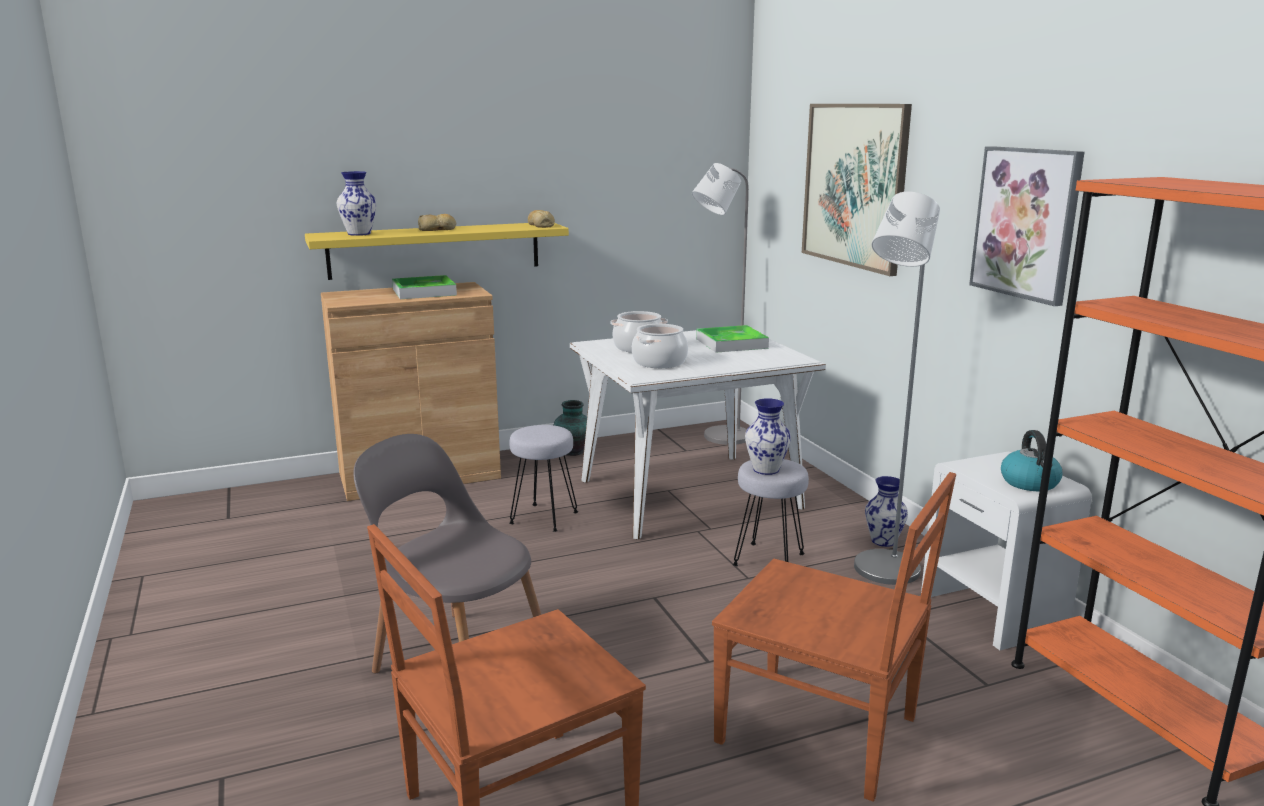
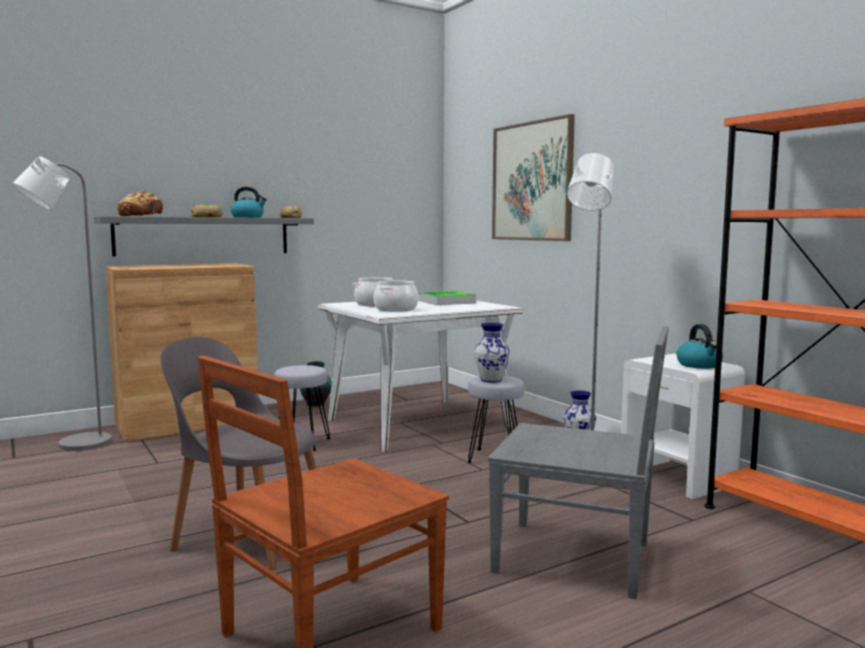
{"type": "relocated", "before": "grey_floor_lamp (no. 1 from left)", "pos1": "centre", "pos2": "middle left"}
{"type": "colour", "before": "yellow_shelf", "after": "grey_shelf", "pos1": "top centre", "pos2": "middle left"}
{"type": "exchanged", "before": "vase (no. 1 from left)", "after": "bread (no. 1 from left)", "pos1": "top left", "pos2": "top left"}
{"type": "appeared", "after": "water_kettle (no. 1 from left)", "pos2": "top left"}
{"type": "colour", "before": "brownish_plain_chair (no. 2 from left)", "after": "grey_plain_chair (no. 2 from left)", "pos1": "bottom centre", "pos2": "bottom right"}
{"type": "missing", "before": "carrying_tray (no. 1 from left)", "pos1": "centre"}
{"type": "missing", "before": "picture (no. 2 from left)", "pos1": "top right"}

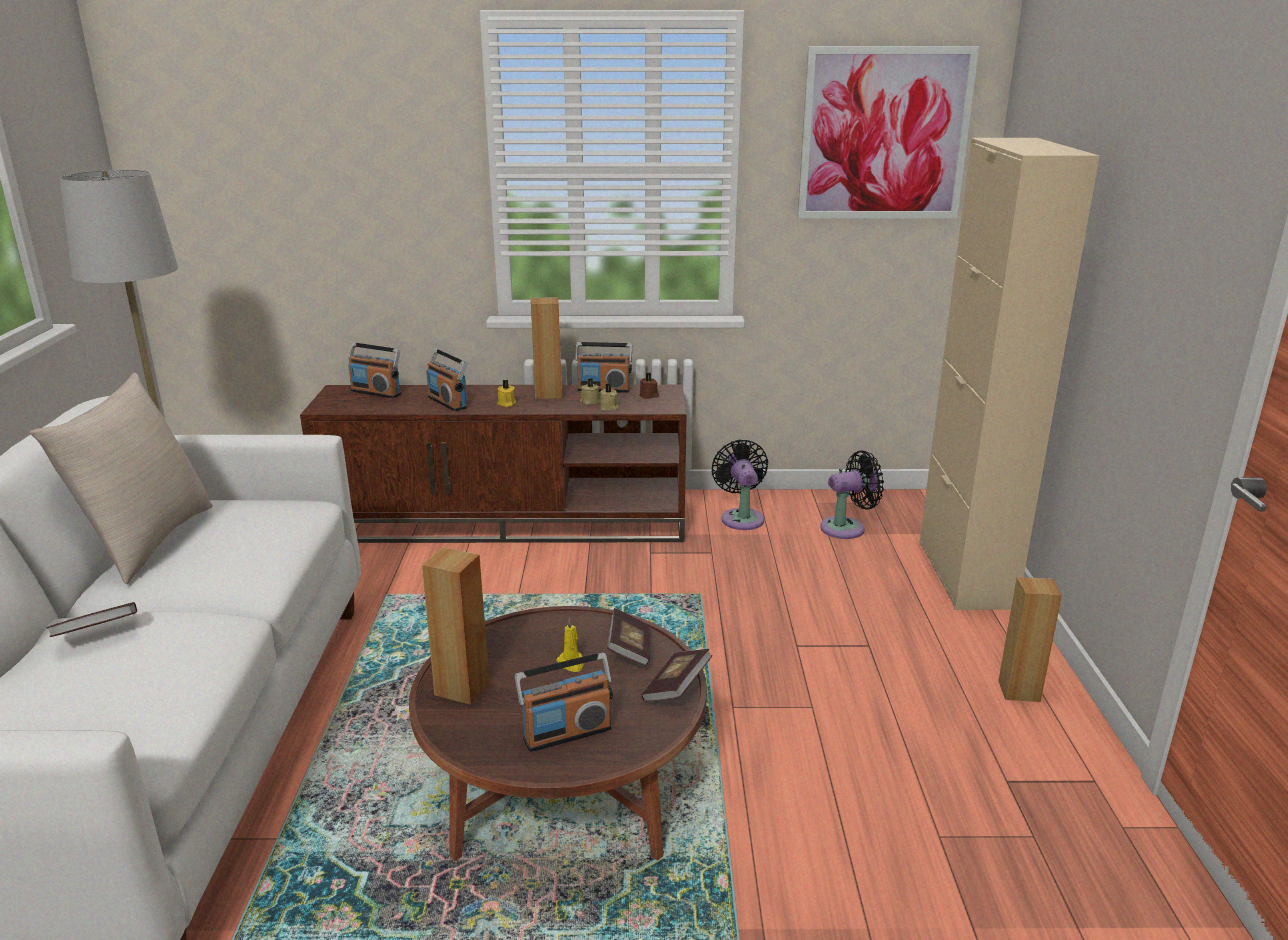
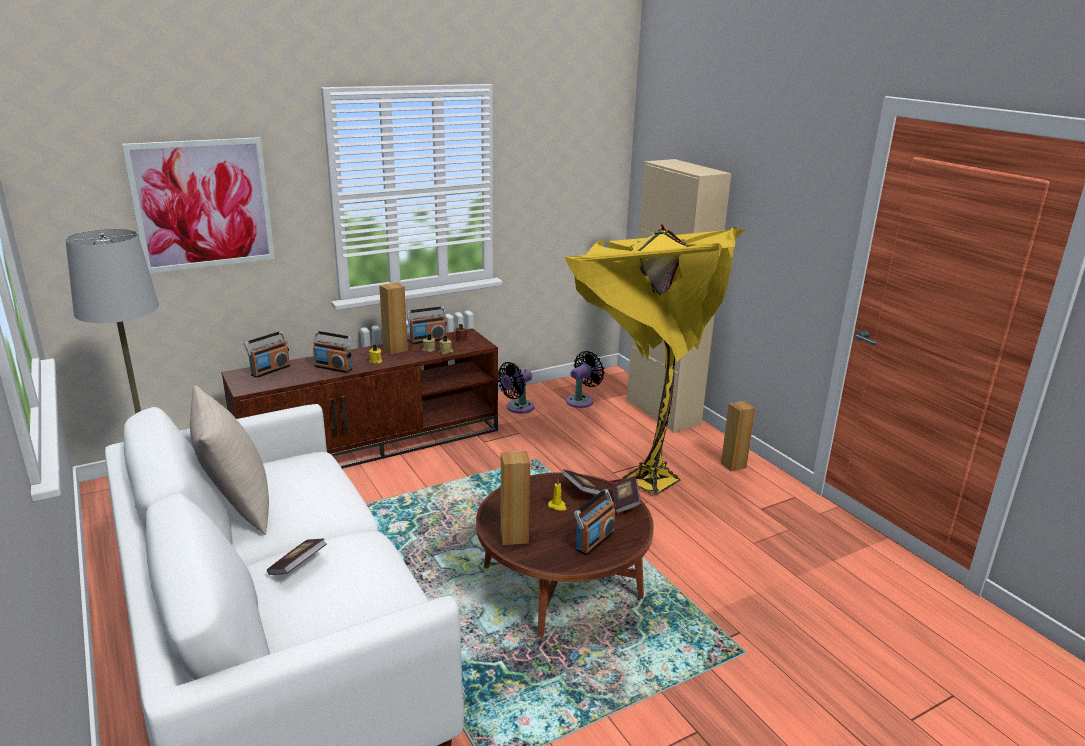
{"type": "relocated", "before": "picture", "pos1": "top right", "pos2": "top left"}
{"type": "spun", "before": "radio (no. 1 from left)", "pos1": "middle left", "pos2": "middle left", "turn": -45}
{"type": "spun", "before": "blackish_cooling_fan (no. 1 from left)", "pos1": "centre", "pos2": "centre", "turn": -90}
{"type": "appeared", "after": "yellow_floor_lamp", "pos2": "centre"}

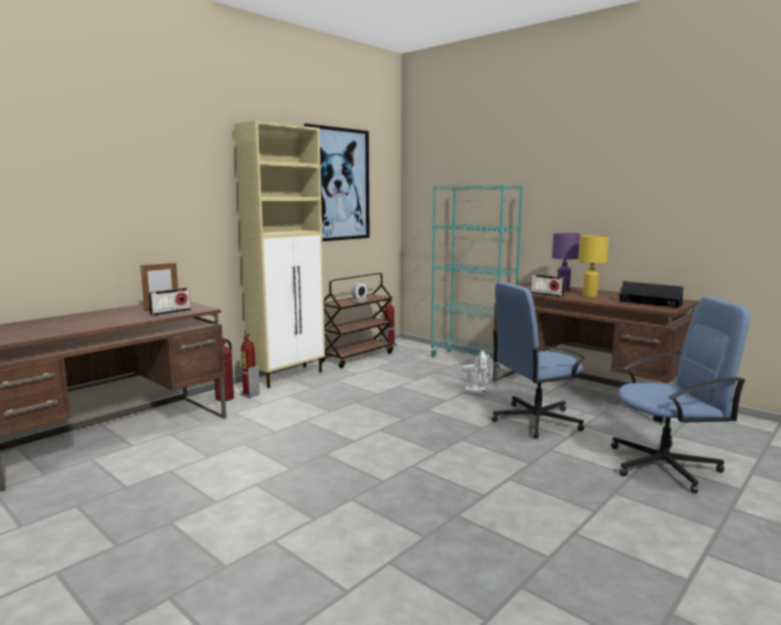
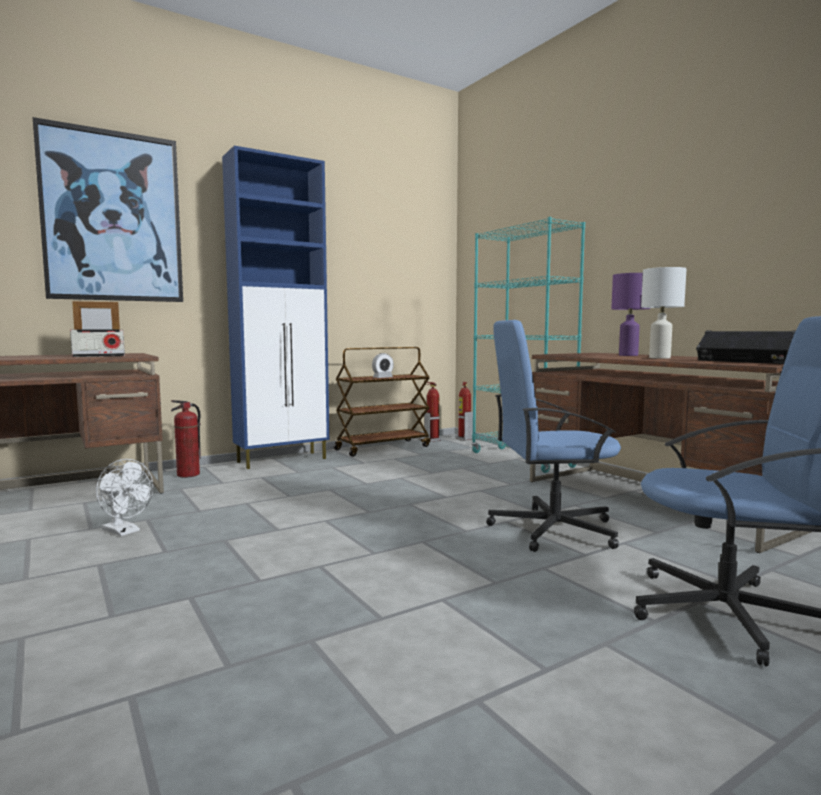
{"type": "relocated", "before": "picture", "pos1": "top centre", "pos2": "top left"}
{"type": "relocated", "before": "white-coloured_cooling_fan", "pos1": "centre", "pos2": "middle left"}
{"type": "colour", "before": "sand-coloured_cabinet", "after": "blue-coloured_cabinet", "pos1": "centre", "pos2": "centre"}
{"type": "relocated", "before": "fire_extinguisher (no. 2 from left in the first image)", "after": "fire_extinguisher (no. 3 from left)", "pos1": "middle left", "pos2": "centre"}
{"type": "colour", "before": "yellow_table_lamp", "after": "white-coloured_table_lamp", "pos1": "middle right", "pos2": "middle right"}
{"type": "missing", "before": "radio (no. 2 from left)", "pos1": "middle right"}

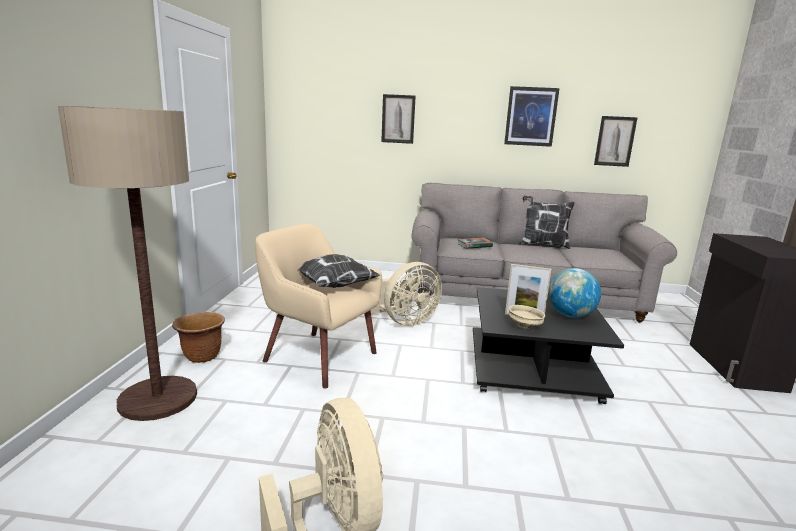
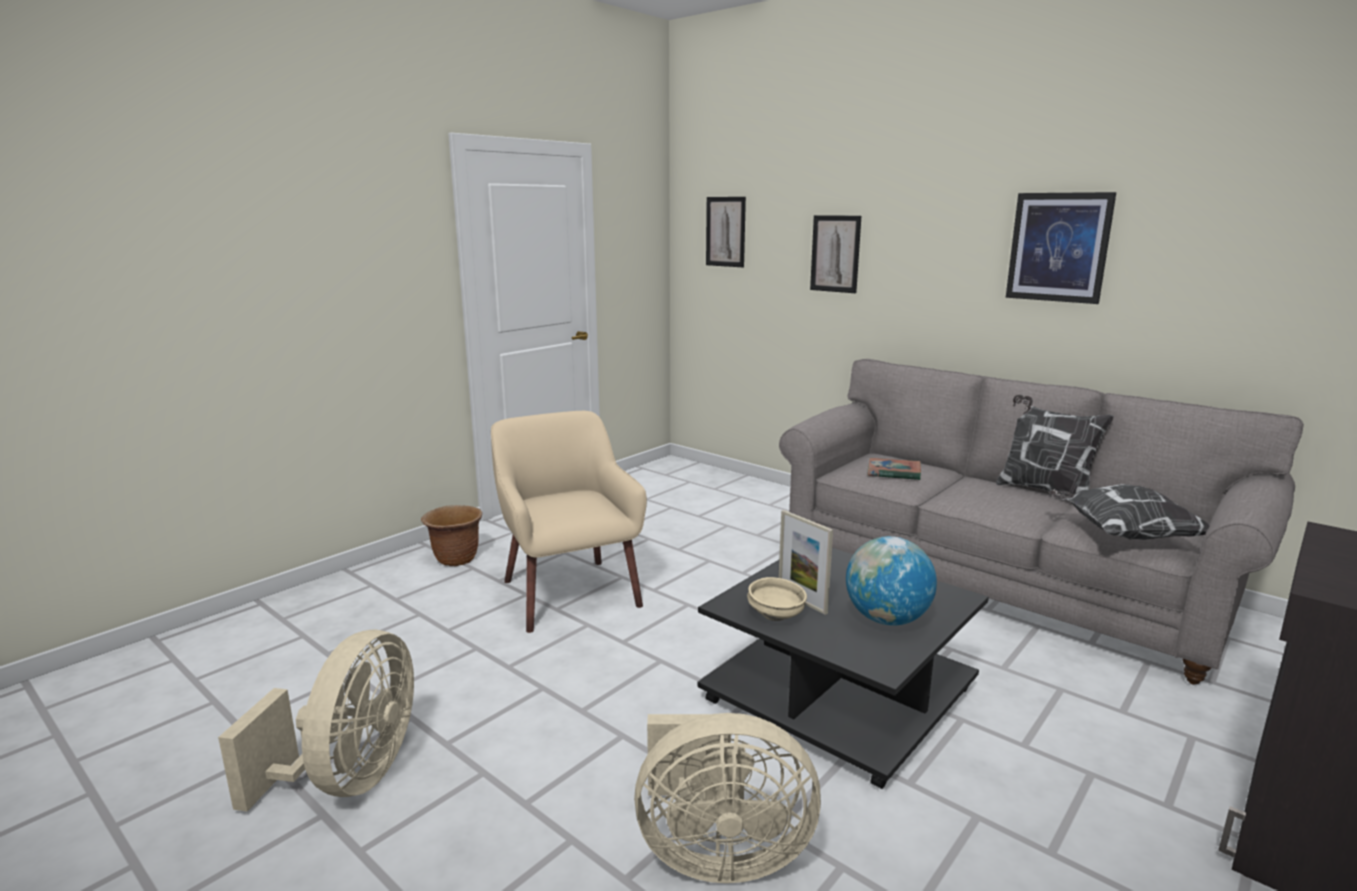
{"type": "relocated", "before": "sand-coloured_cooling_fan (no. 2 from left)", "pos1": "centre", "pos2": "bottom centre"}
{"type": "relocated", "before": "picture (no. 3 from left in the first image)", "after": "picture (no. 1 from left)", "pos1": "top right", "pos2": "top centre"}
{"type": "relocated", "before": "pillow (no. 1 from left in the first image)", "after": "pillow (no. 2 from left)", "pos1": "centre", "pos2": "middle right"}
{"type": "missing", "before": "floor_lamp", "pos1": "middle left"}

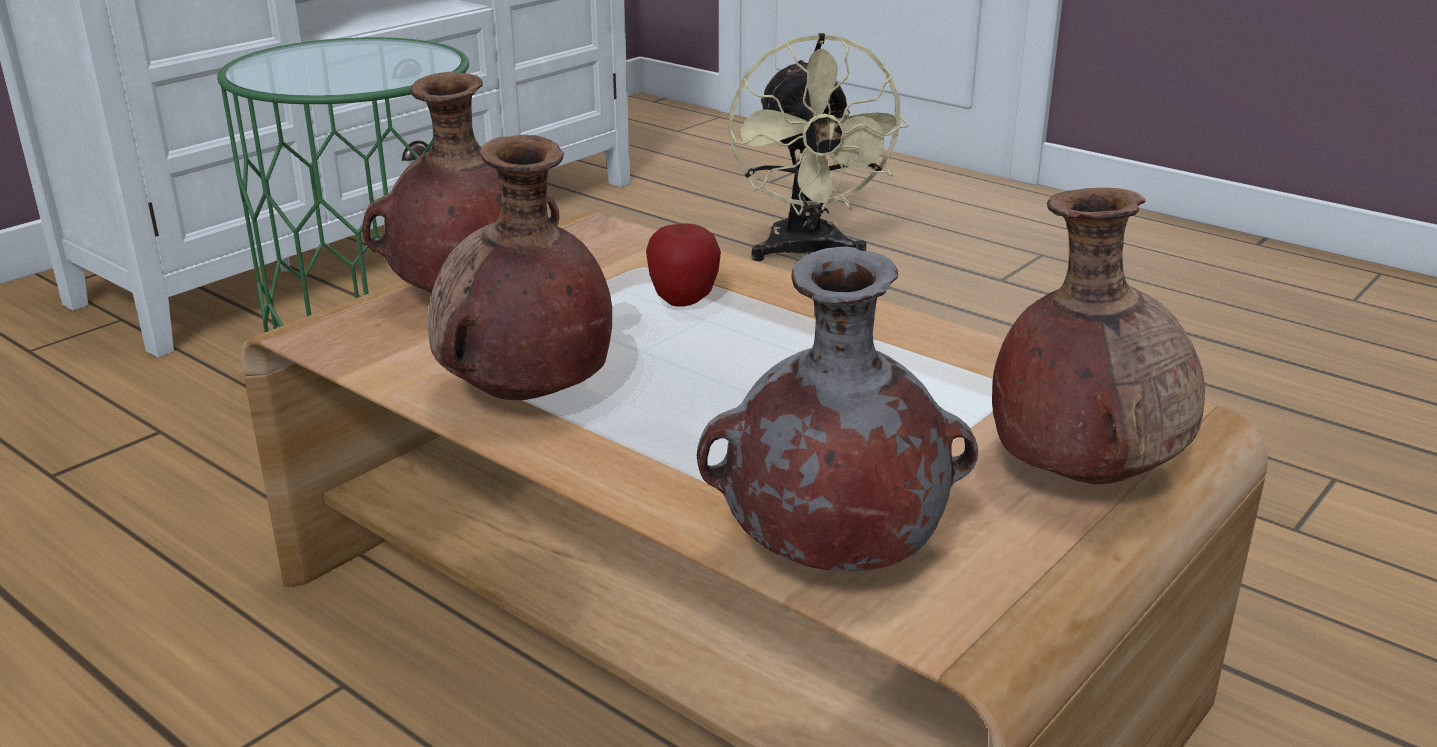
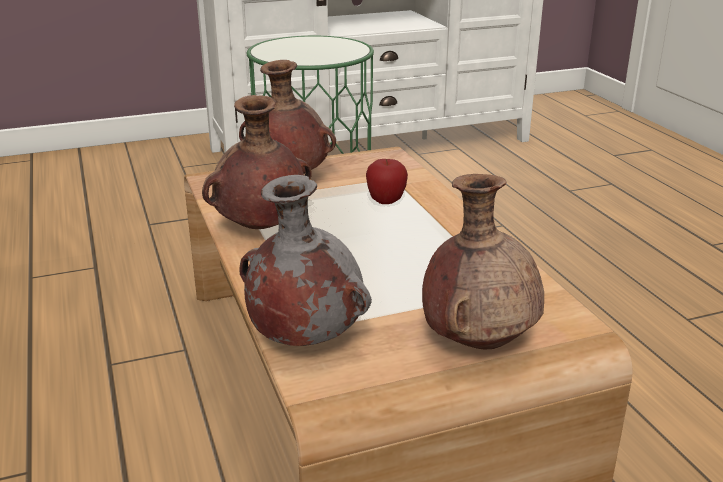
{"type": "missing", "before": "sand-coloured_cooling_fan", "pos1": "top centre"}

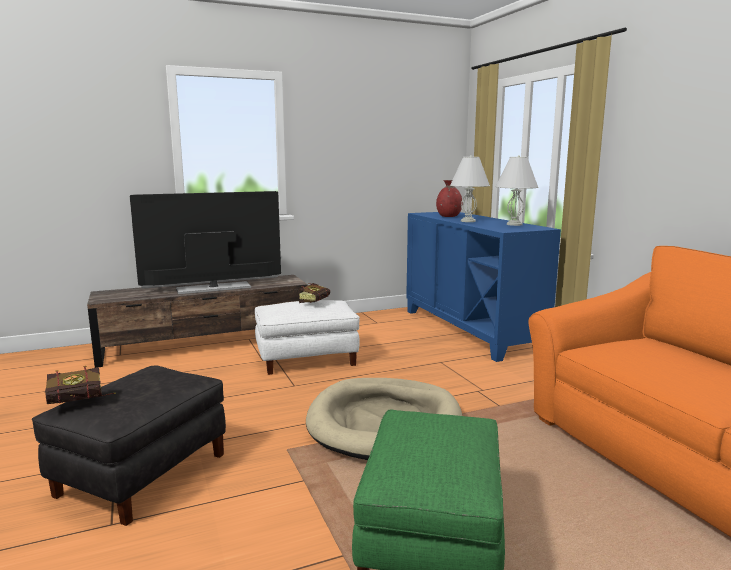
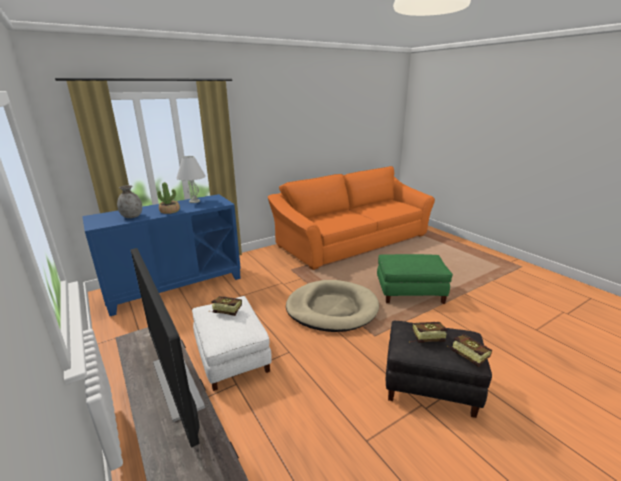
{"type": "colour", "before": "red_vase", "after": "grey_vase", "pos1": "centre", "pos2": "middle left"}
{"type": "exchanged", "before": "white-coloured_table_lamp (no. 1 from left)", "after": "houseplant", "pos1": "top centre", "pos2": "middle left"}
{"type": "appeared", "after": "book (no. 2 from left)", "pos2": "bottom right"}

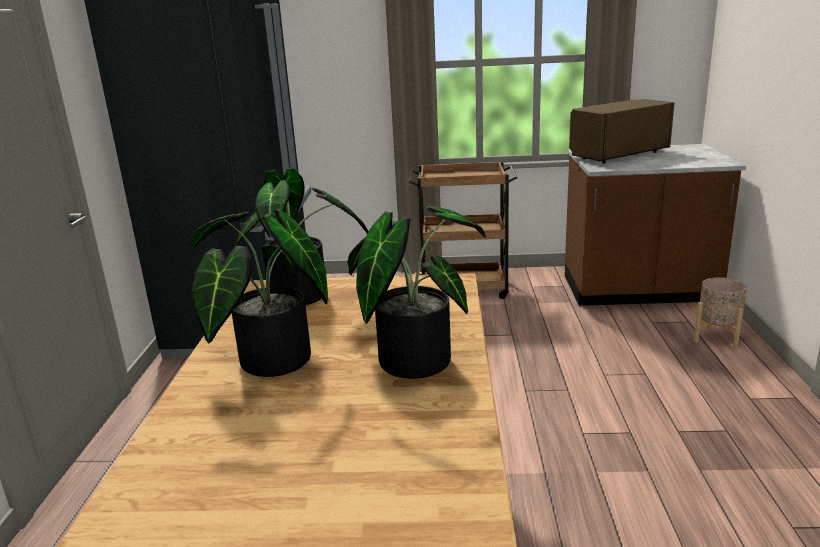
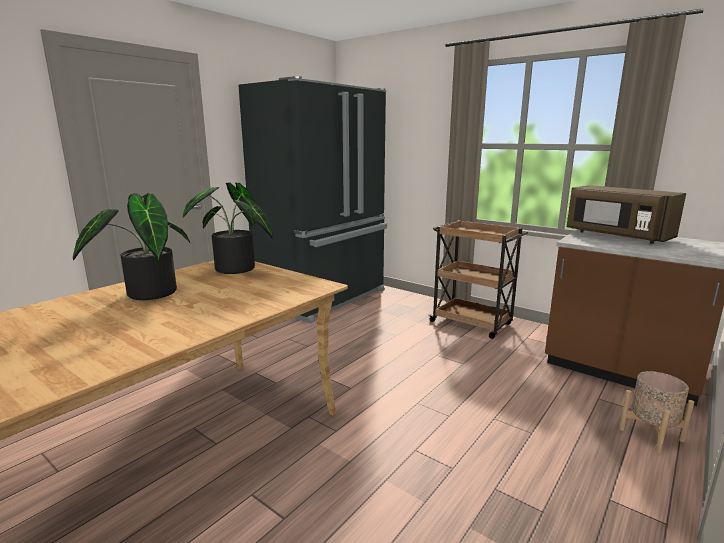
{"type": "spun", "before": "brownish_microwave_oven", "pos1": "top right", "pos2": "middle right", "turn": -135}
{"type": "missing", "before": "houseplant (no. 3 from left)", "pos1": "centre"}

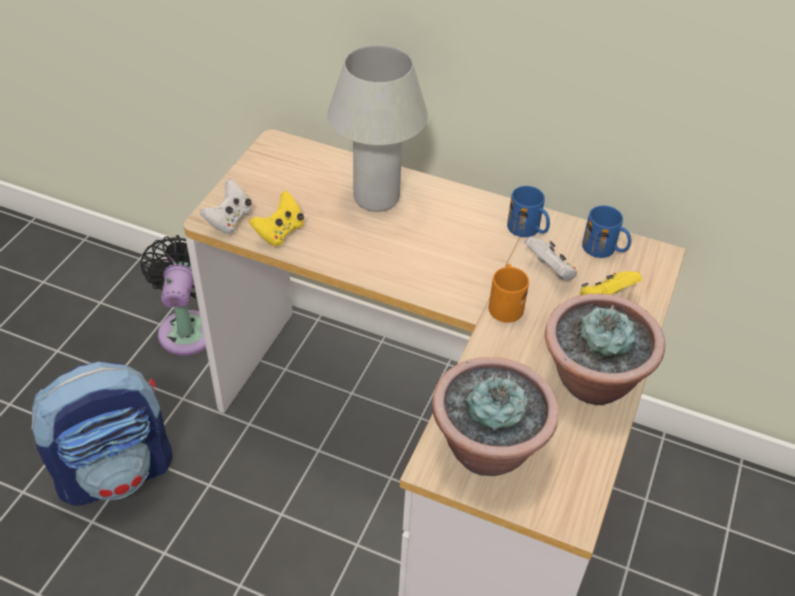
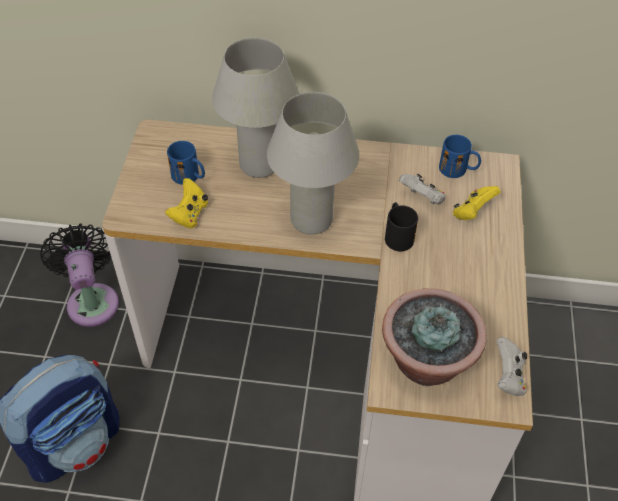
{"type": "relocated", "before": "blue-coloured_tea_mug (no. 1 from left)", "pos1": "centre", "pos2": "top left"}
{"type": "appeared", "after": "white-coloured_table_lamp (no. 2 from left)", "pos2": "top centre"}
{"type": "colour", "before": "orangey_tea_mug", "after": "blackish_tea_mug", "pos1": "centre", "pos2": "centre"}
{"type": "relocated", "before": "white-coloured_game_controller (no. 1 from left in the first image)", "after": "white-coloured_game_controller (no. 2 from left)", "pos1": "middle left", "pos2": "bottom right"}
{"type": "missing", "before": "houseplant (no. 2 from left)", "pos1": "middle right"}

